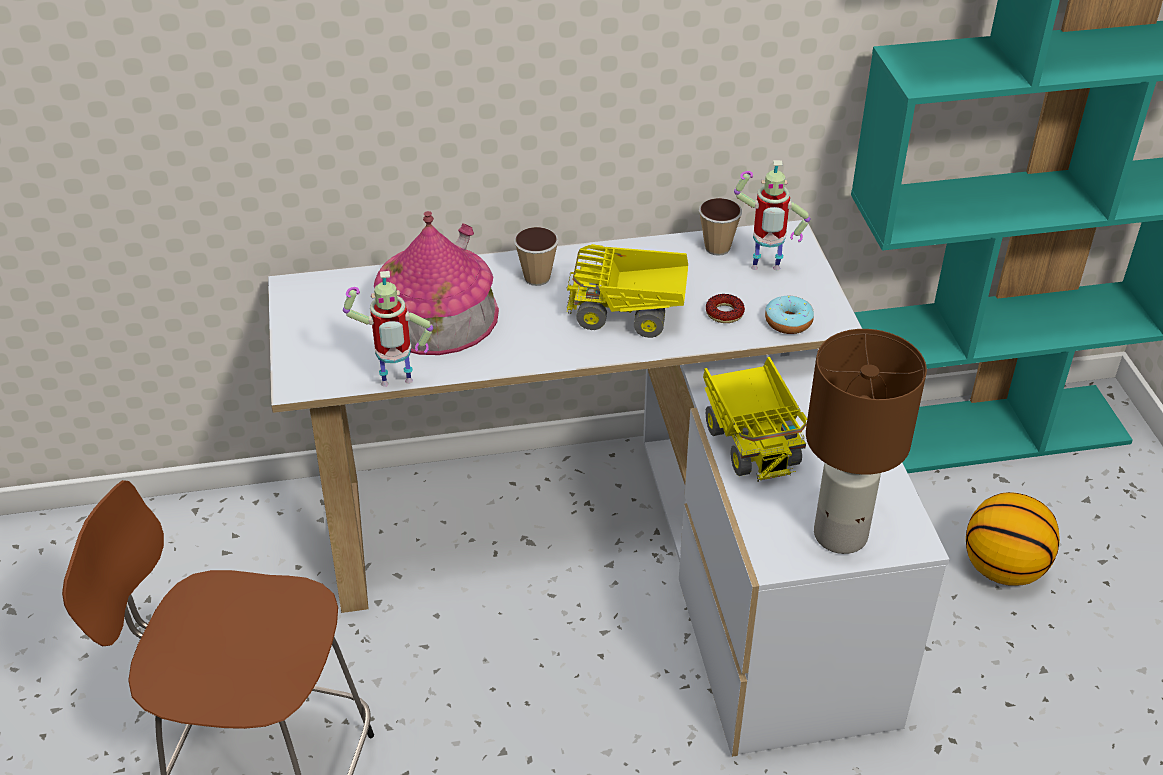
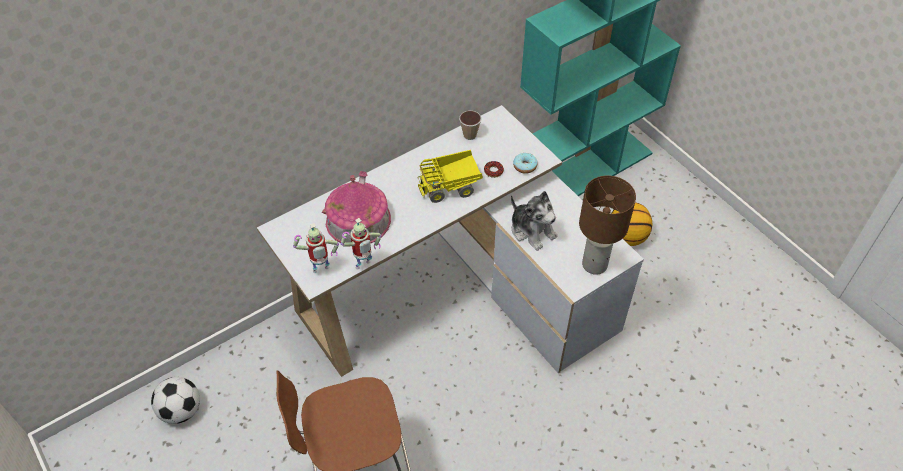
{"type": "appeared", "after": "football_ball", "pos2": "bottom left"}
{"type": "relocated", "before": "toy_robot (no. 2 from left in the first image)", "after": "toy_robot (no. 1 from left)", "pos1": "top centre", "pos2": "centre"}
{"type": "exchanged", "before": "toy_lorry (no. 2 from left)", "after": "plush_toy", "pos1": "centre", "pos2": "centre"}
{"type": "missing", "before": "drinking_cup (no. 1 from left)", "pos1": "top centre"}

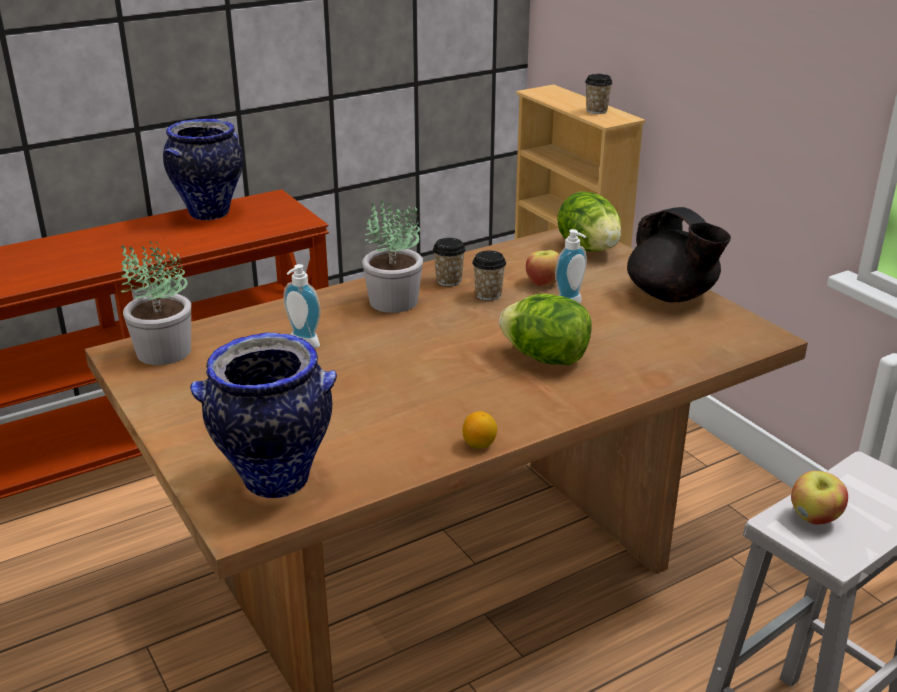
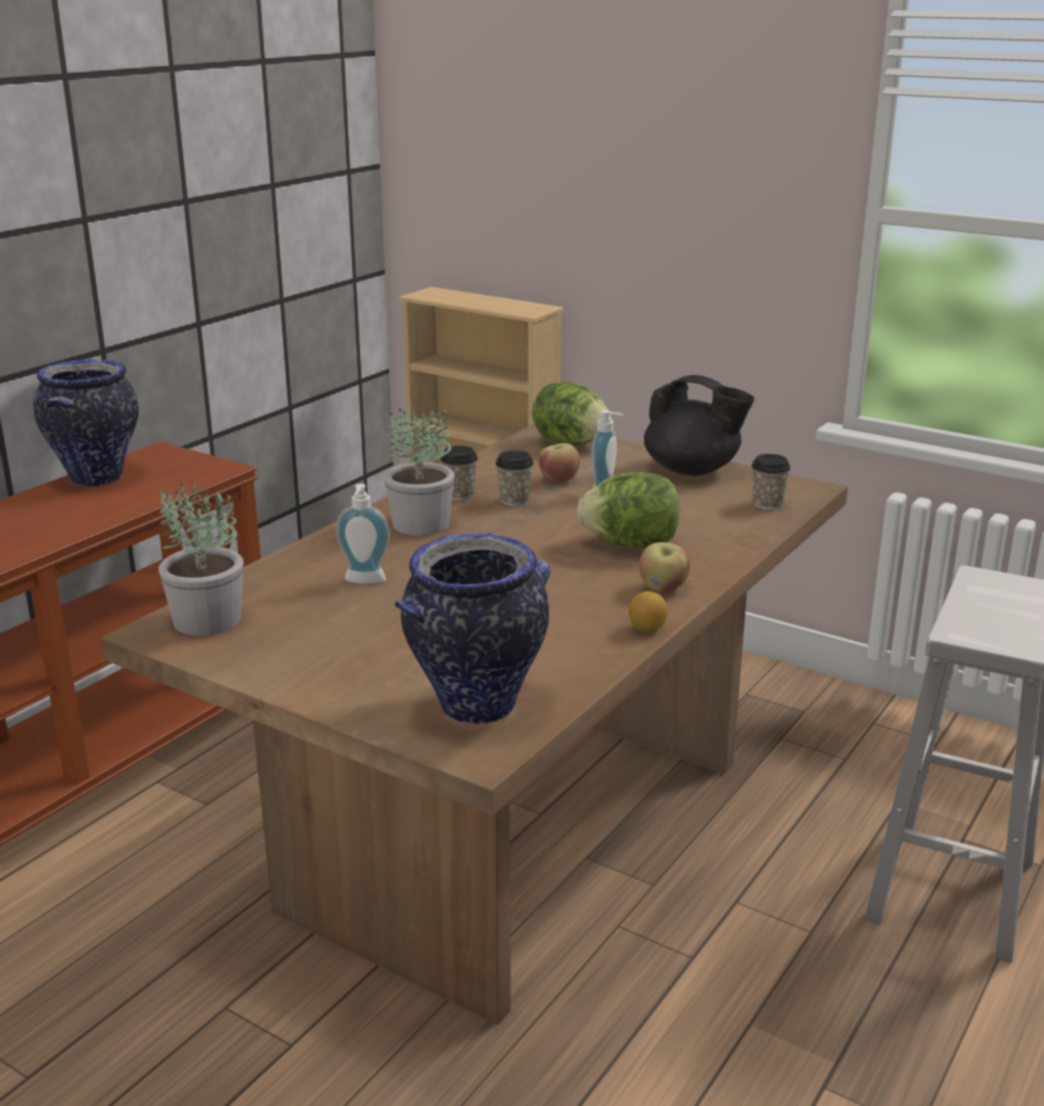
{"type": "relocated", "before": "apple_fruit (no. 2 from left)", "pos1": "bottom right", "pos2": "centre"}
{"type": "relocated", "before": "drinking_cup (no. 3 from left)", "pos1": "top right", "pos2": "middle right"}

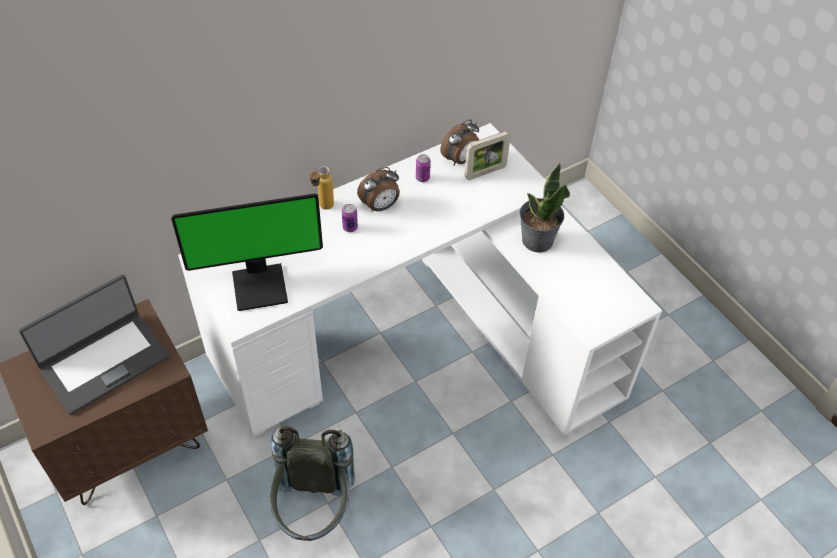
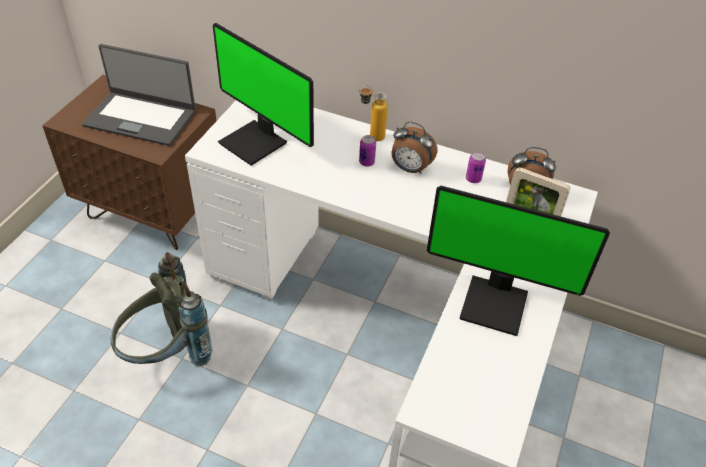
{"type": "exchanged", "before": "houseplant", "after": "computer_screen (no. 2 from left)", "pos1": "centre", "pos2": "middle right"}

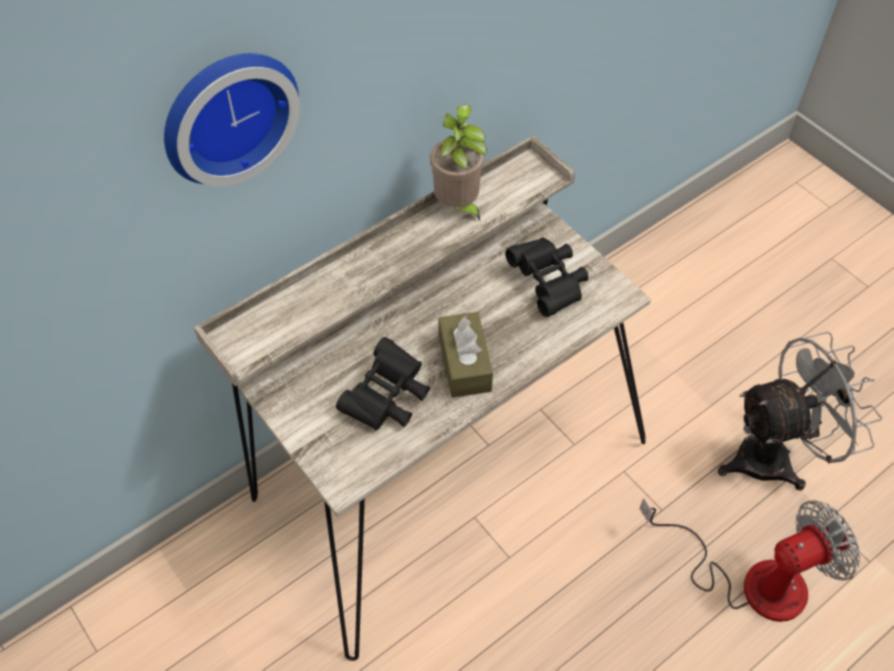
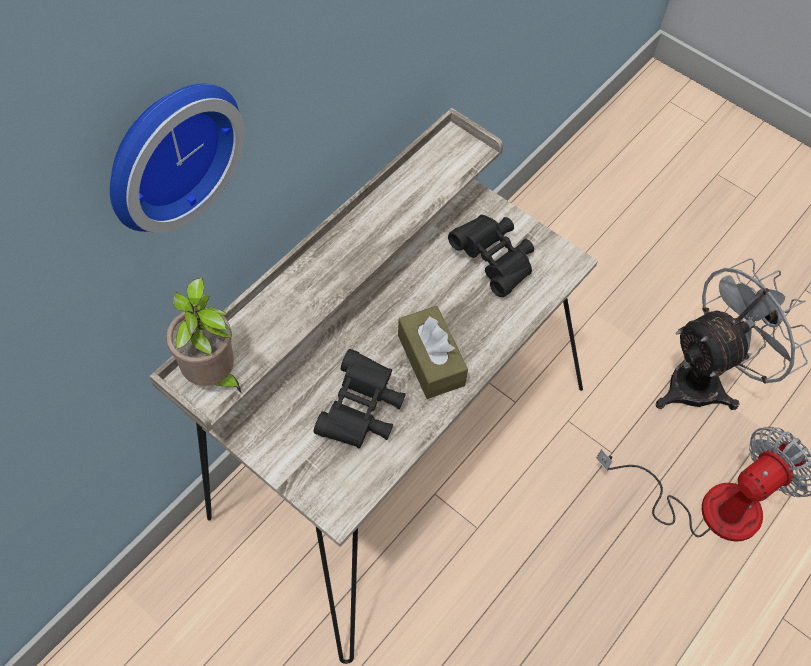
{"type": "relocated", "before": "houseplant", "pos1": "top centre", "pos2": "middle left"}

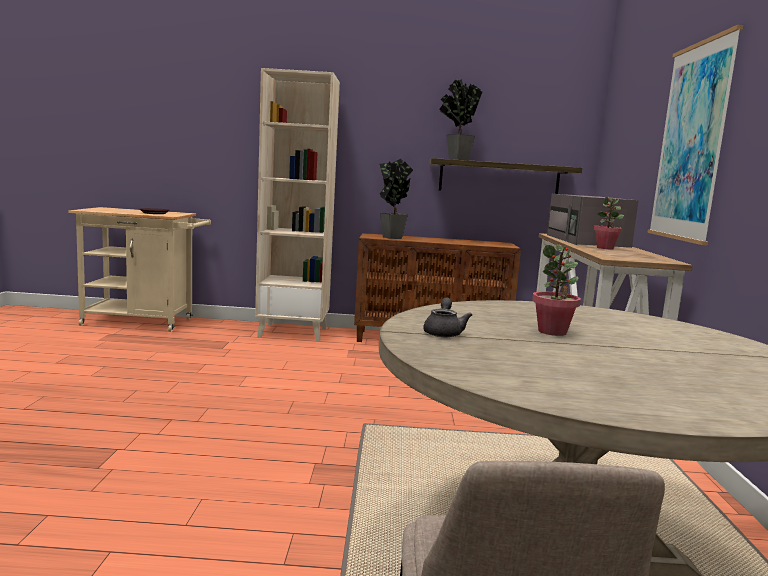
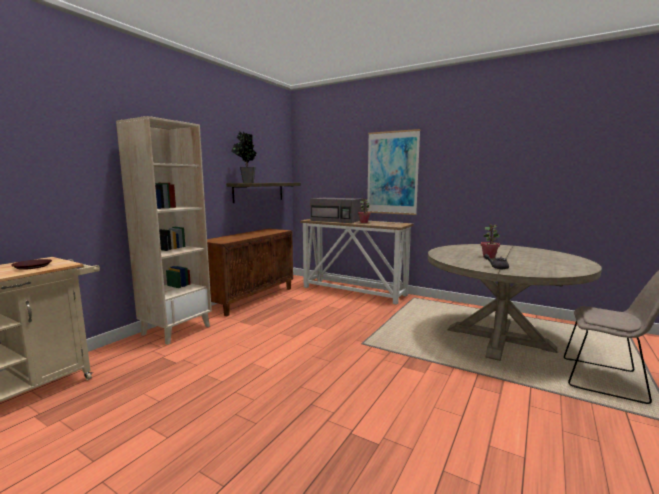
{"type": "missing", "before": "houseplant (no. 1 from left)", "pos1": "centre"}

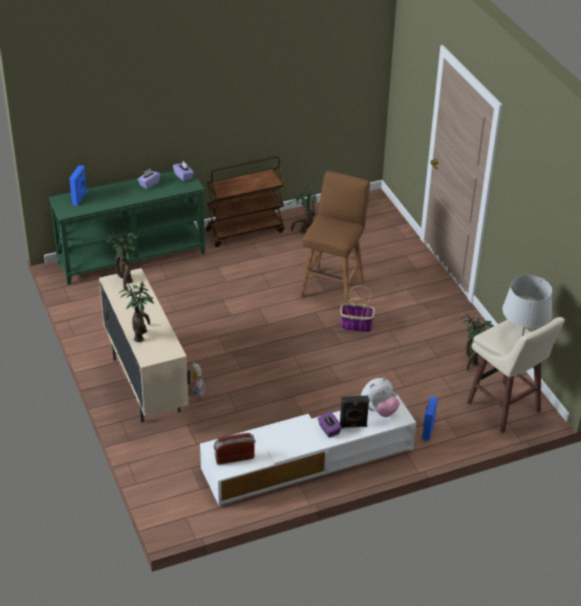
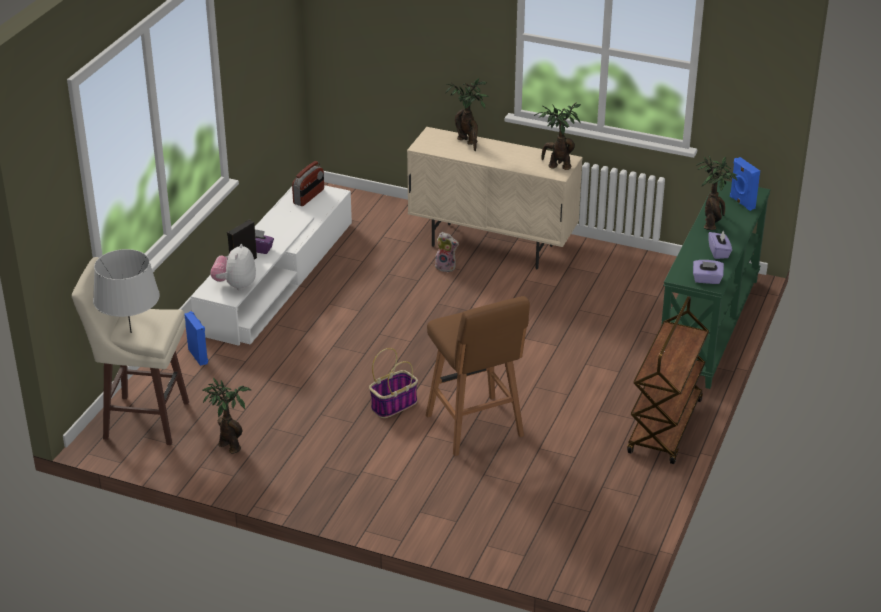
{"type": "relocated", "before": "houseplant (no. 3 from left in the first image)", "after": "houseplant (no. 4 from left)", "pos1": "centre", "pos2": "top right"}

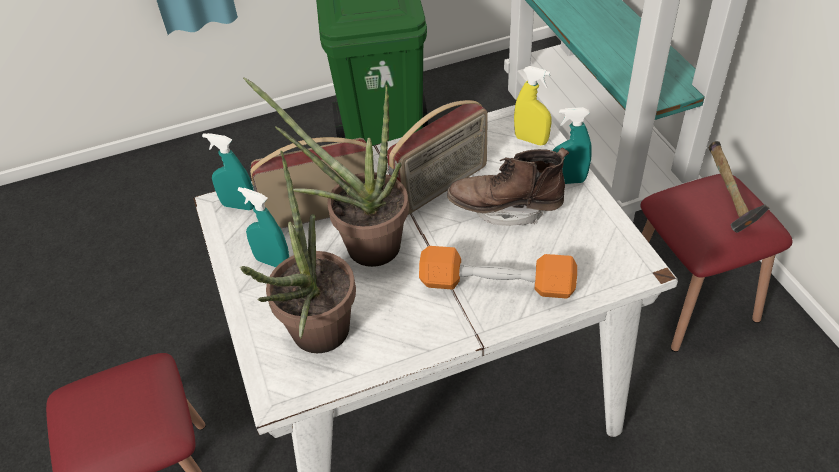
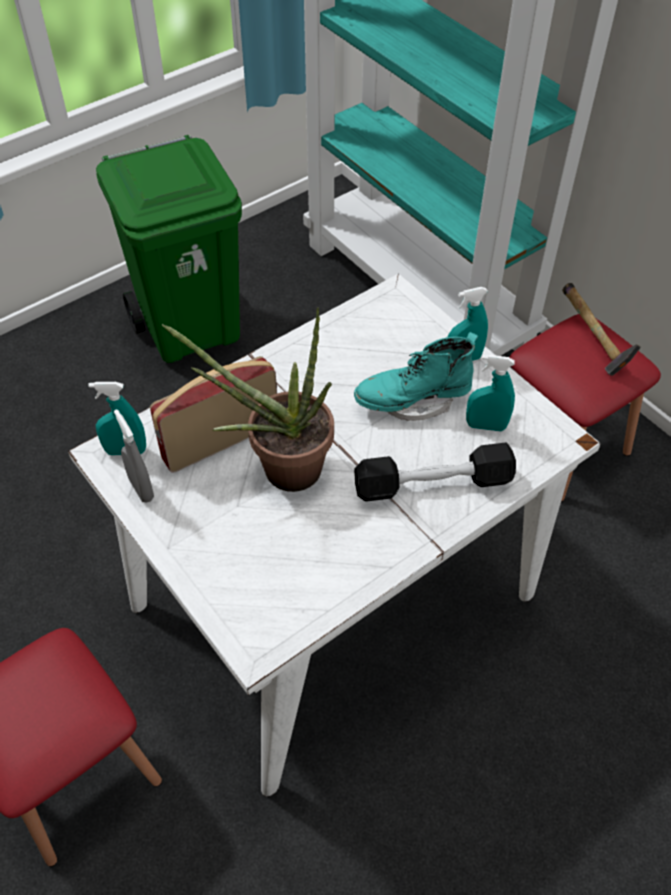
{"type": "appeared", "after": "grey_sprayer", "pos2": "middle left"}
{"type": "colour", "before": "brownish_high-top_boot", "after": "turquoise_high-top_boot", "pos1": "centre", "pos2": "centre"}
{"type": "colour", "before": "orangey_free_weight", "after": "blackish_free_weight", "pos1": "centre", "pos2": "centre"}
{"type": "relocated", "before": "turquoise_sprayer (no. 2 from left in the first image)", "after": "turquoise_sprayer (no. 3 from left)", "pos1": "middle left", "pos2": "middle right"}
{"type": "missing", "before": "houseplant (no. 1 from left)", "pos1": "centre"}
{"type": "missing", "before": "radio (no. 2 from left)", "pos1": "top centre"}
{"type": "missing", "before": "yellow_sprayer", "pos1": "top centre"}

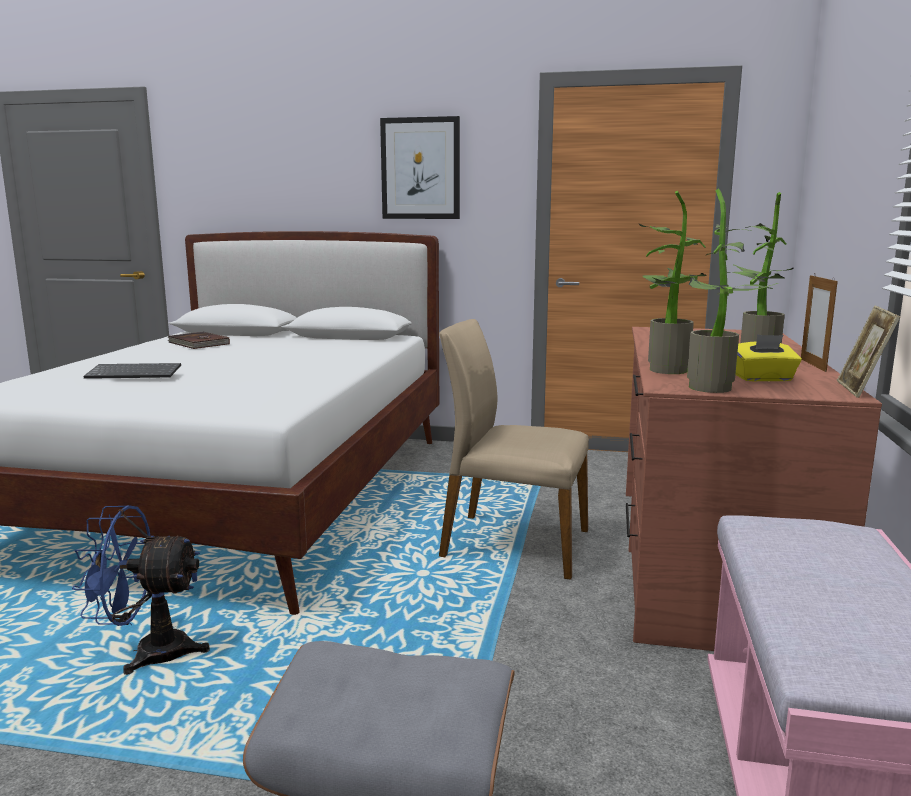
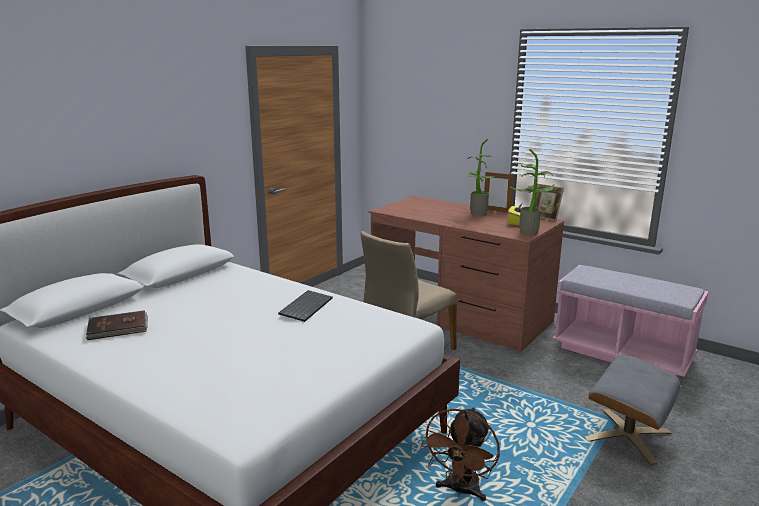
{"type": "relocated", "before": "PC_keyboard", "pos1": "middle left", "pos2": "centre"}
{"type": "colour", "before": "blue-coloured_cooling_fan", "after": "brownish_cooling_fan", "pos1": "bottom left", "pos2": "bottom centre"}
{"type": "missing", "before": "picture", "pos1": "top centre"}
{"type": "missing", "before": "houseplant (no. 1 from left)", "pos1": "middle right"}

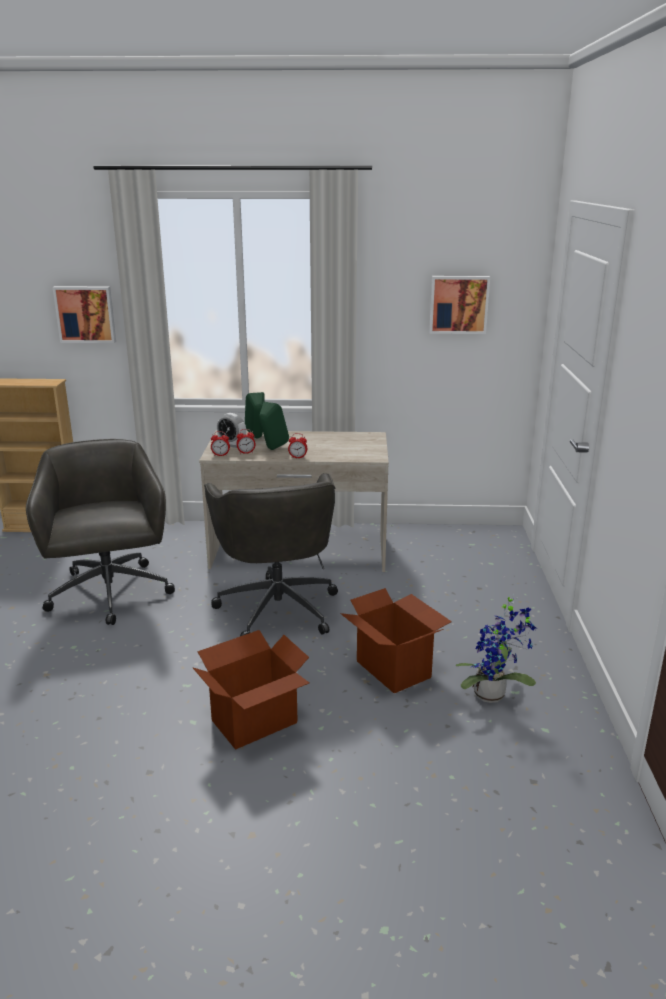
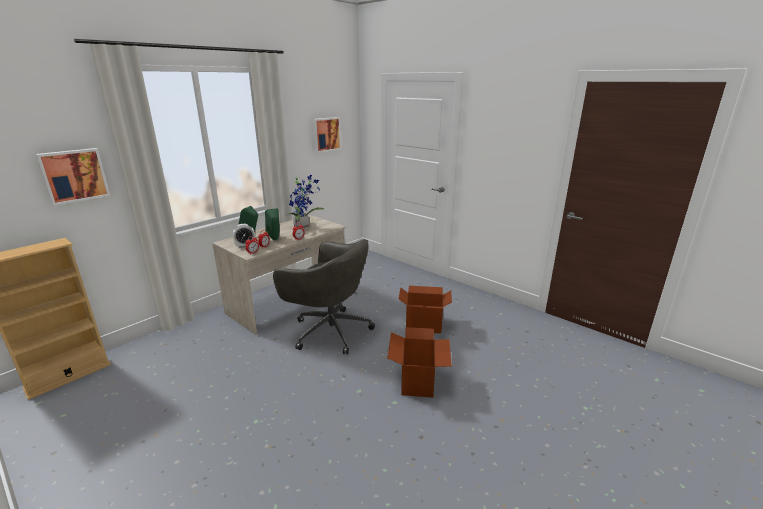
{"type": "relocated", "before": "houseplant", "pos1": "middle right", "pos2": "centre"}
{"type": "missing", "before": "grey_desk_chair (no. 1 from left)", "pos1": "middle left"}

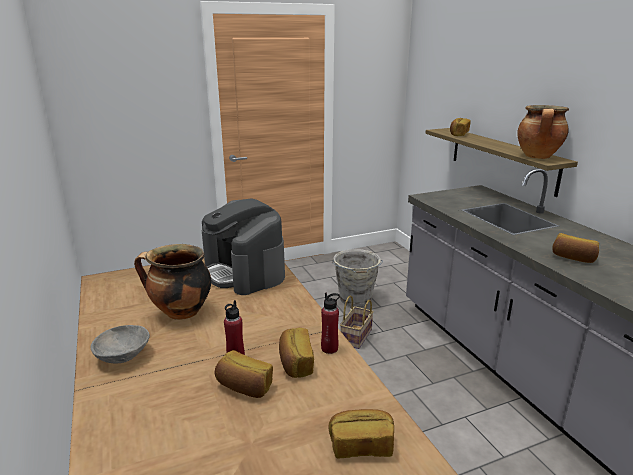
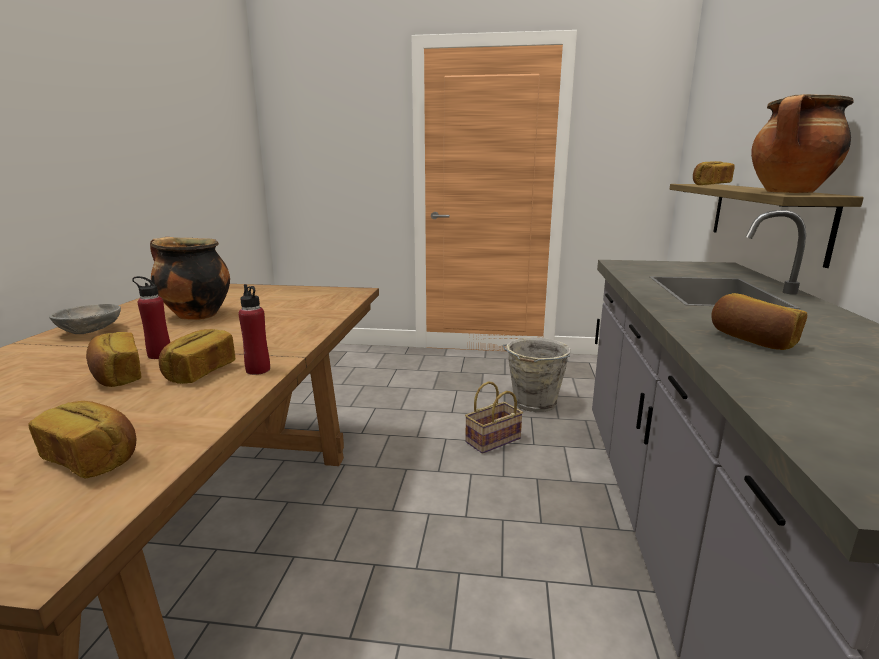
{"type": "missing", "before": "coffee_machine", "pos1": "centre"}

